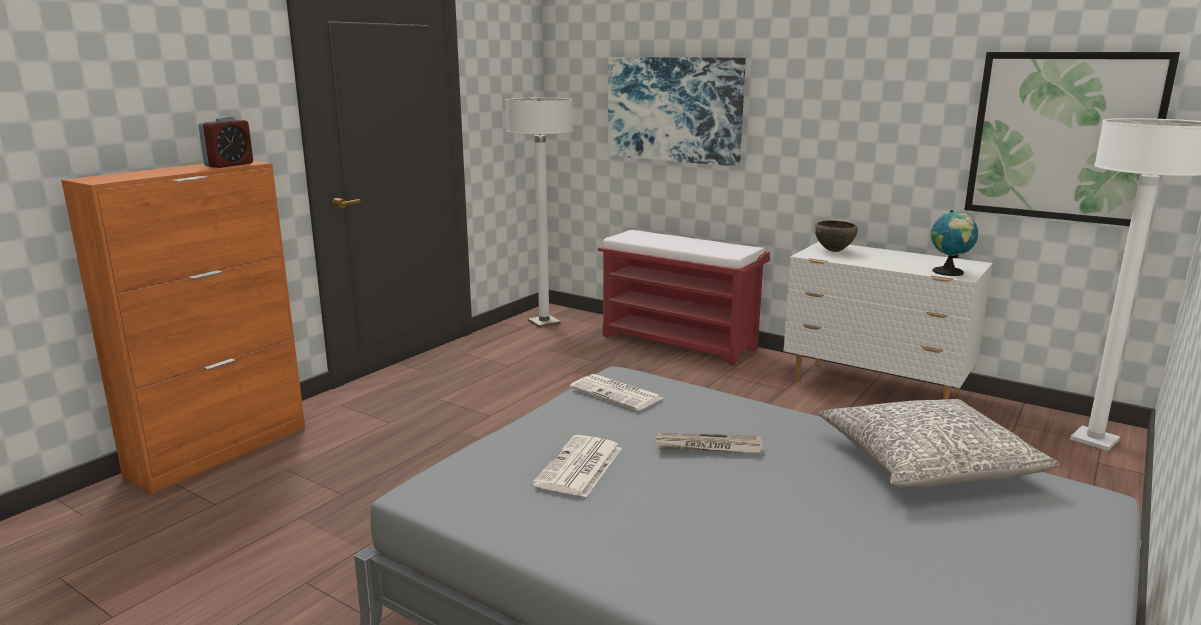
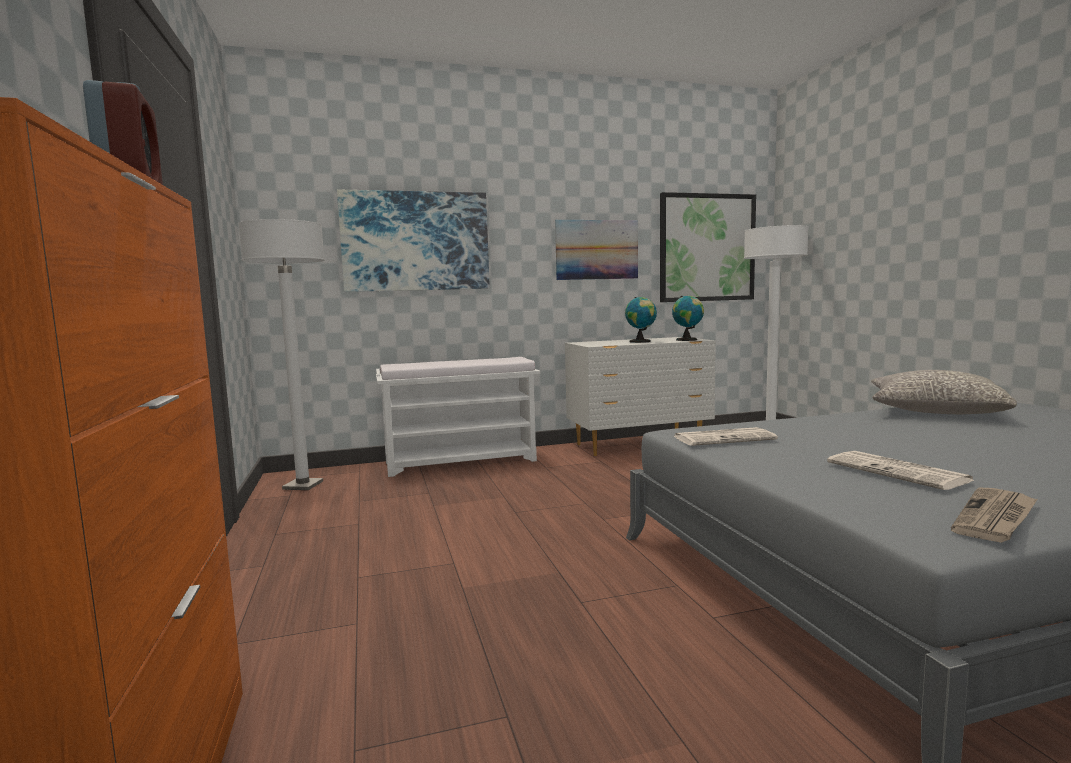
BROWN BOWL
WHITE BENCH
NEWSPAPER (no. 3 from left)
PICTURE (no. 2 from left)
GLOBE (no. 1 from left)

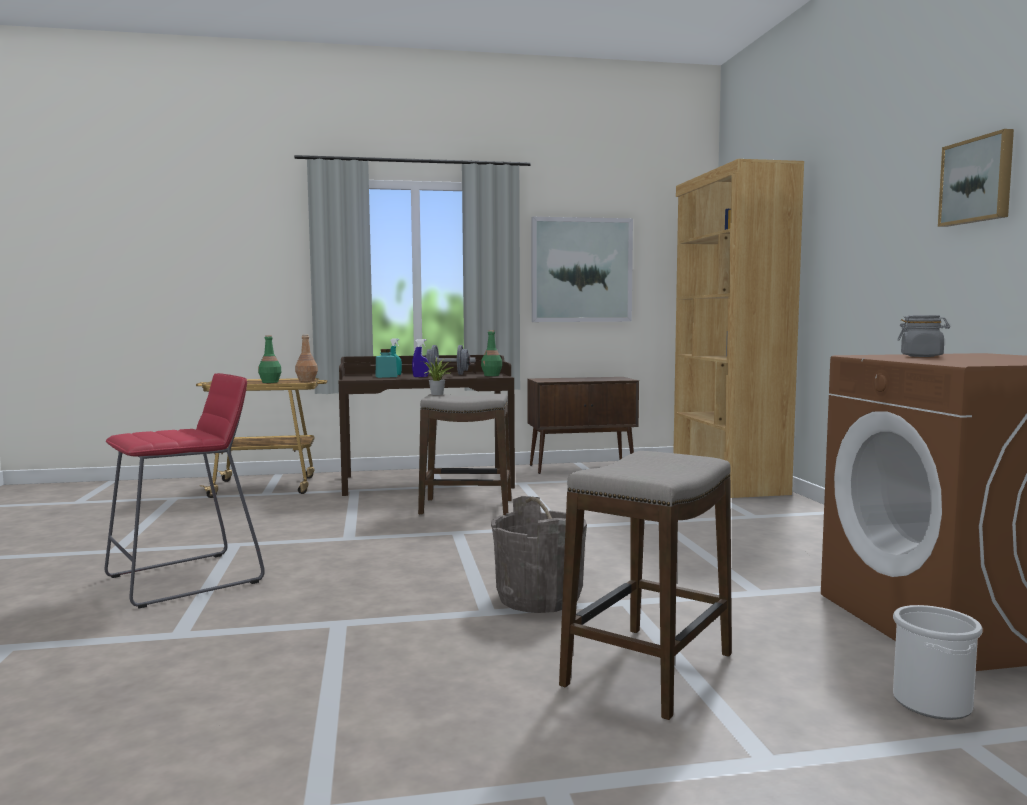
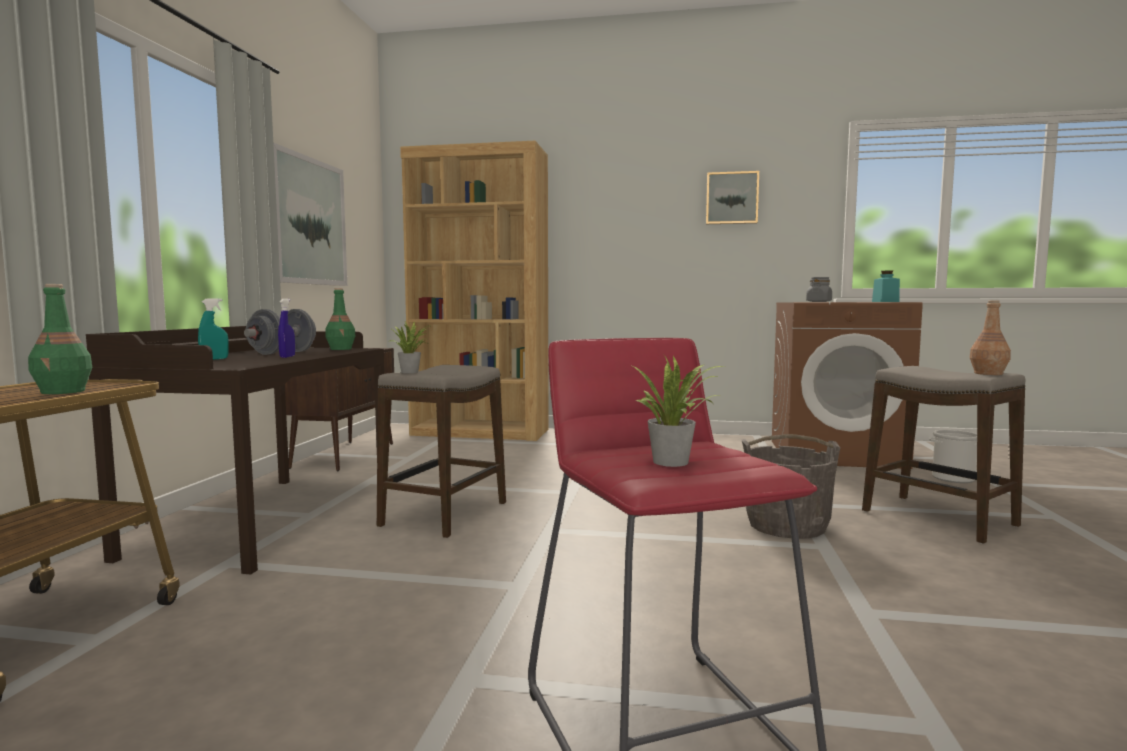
BROWN BOTTLE
TURQUOISE JAR
POTTED PLANT (no. 2 from left)

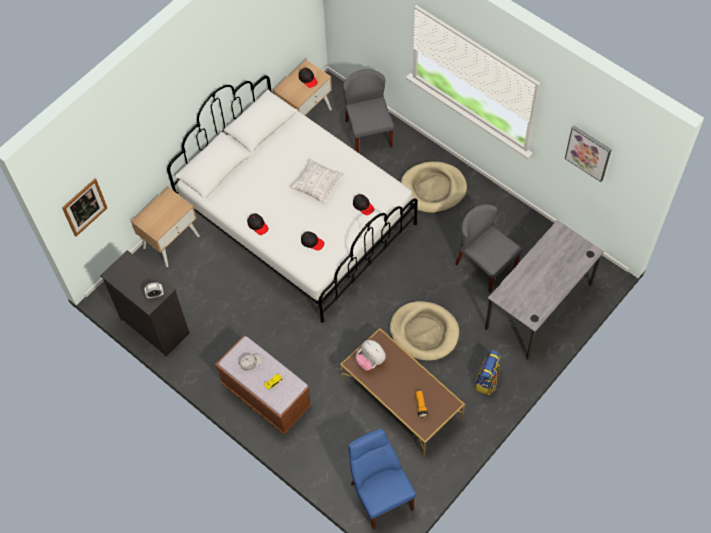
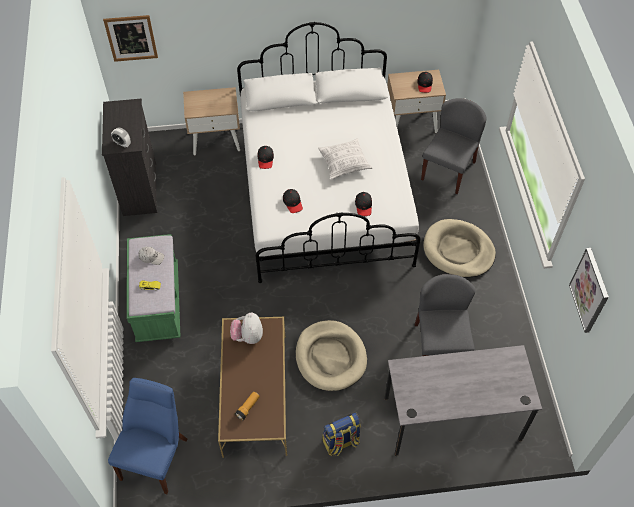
GREEN BENCH

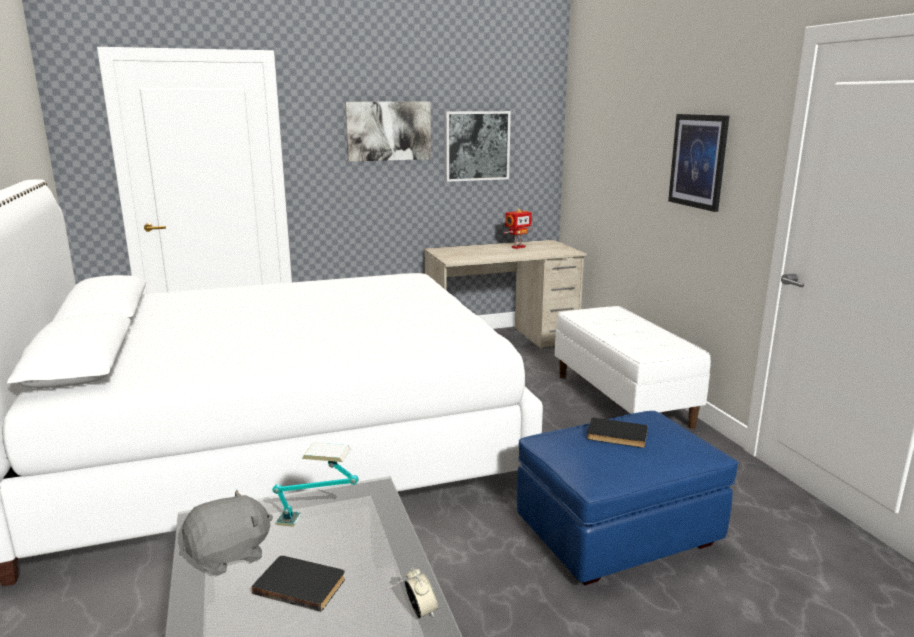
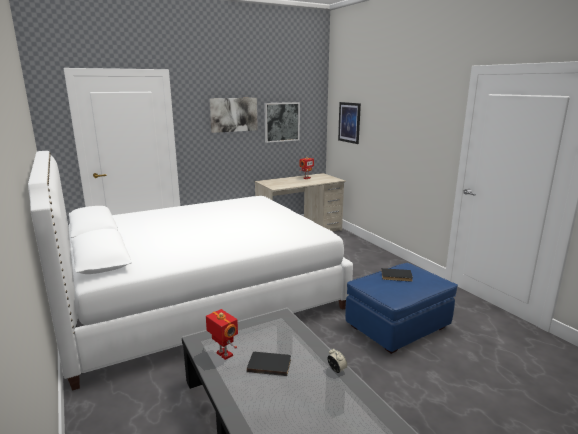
PICTURE (no. 3 from left)
WHITE BENCH
TABLE LAMP
TOY ROBOT (no. 1 from left)

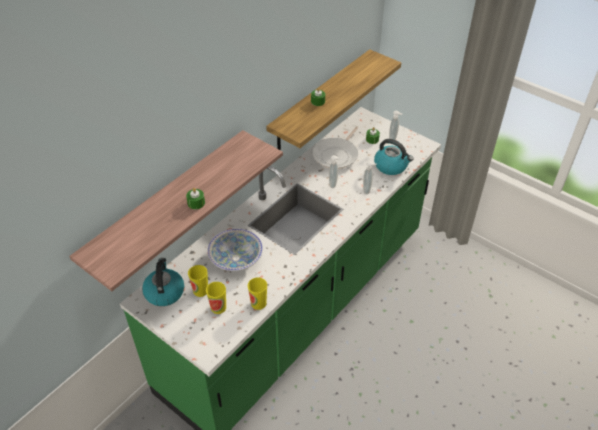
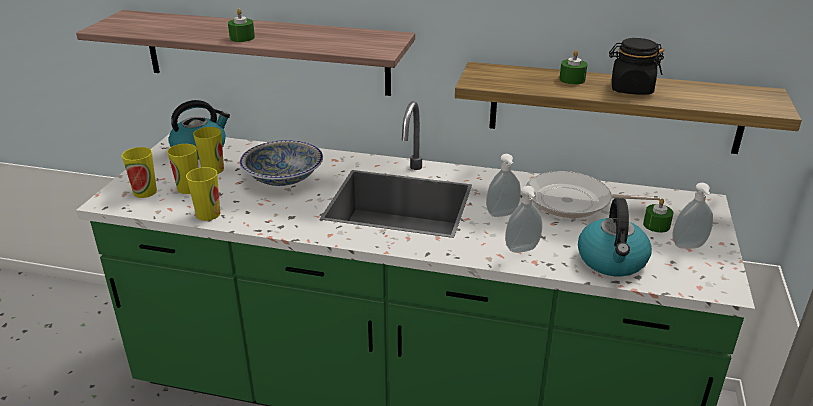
BLACK JAR
CUP (no. 1 from left)

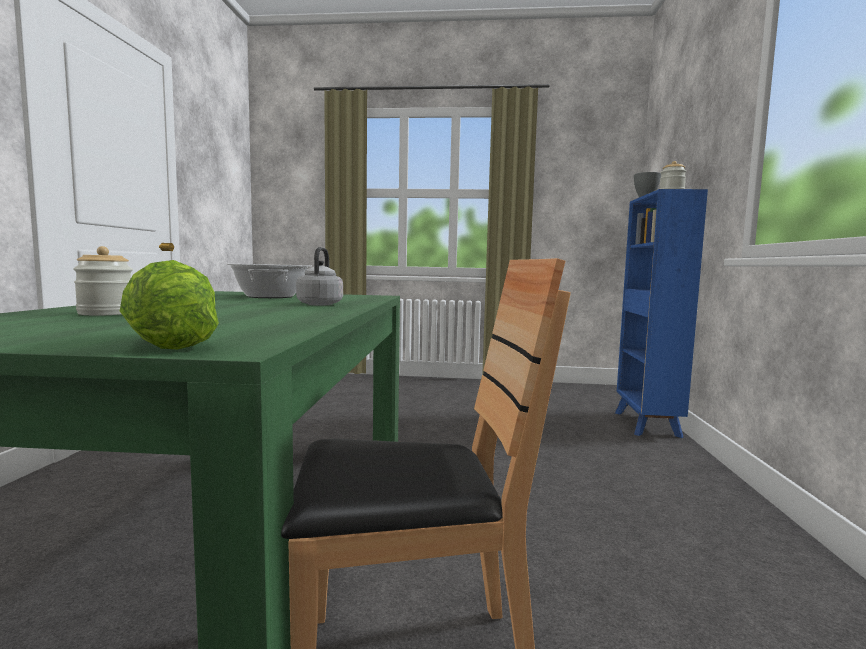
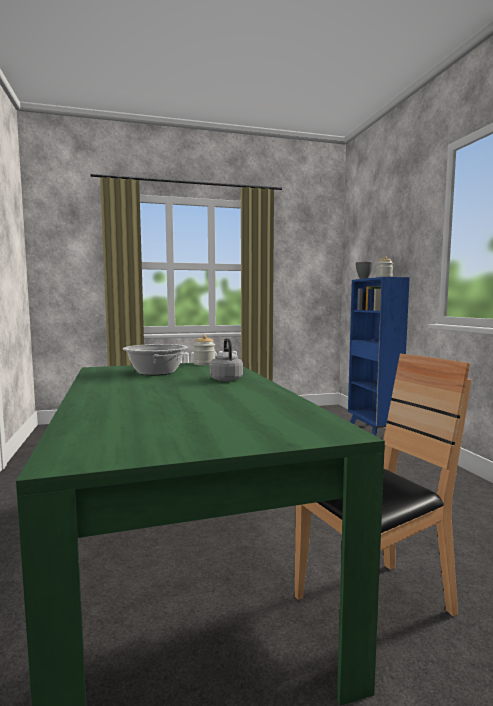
JAR (no. 1 from left)
LETTUCE

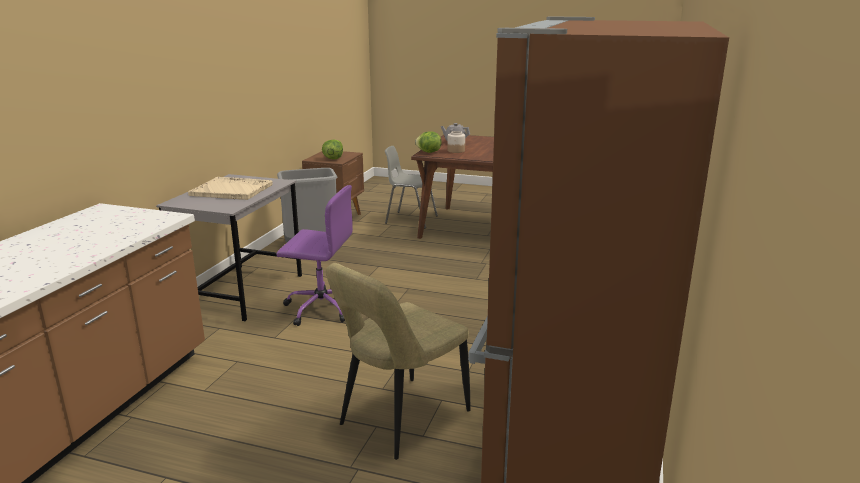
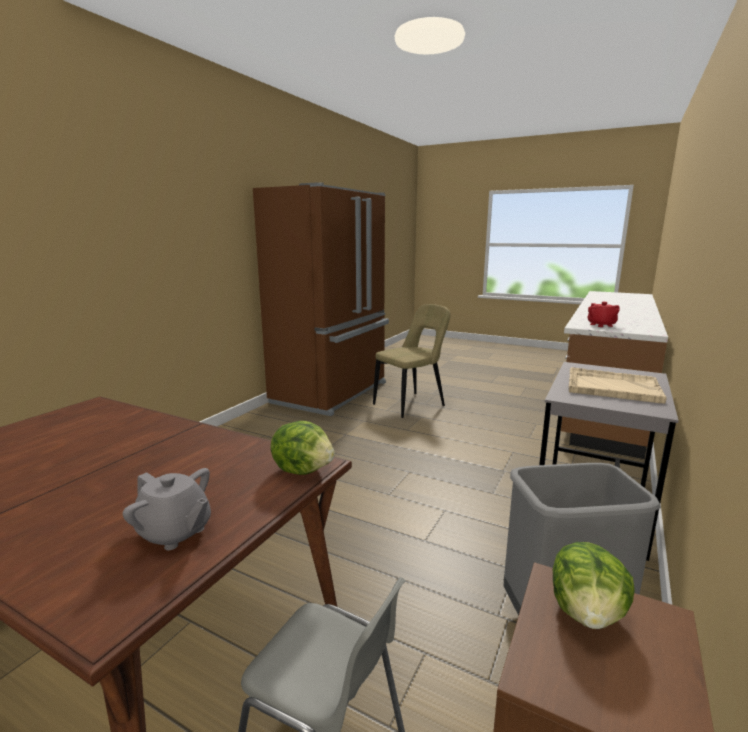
JAR
PURPLE OFFICE CHAIR
RED TEAPOT

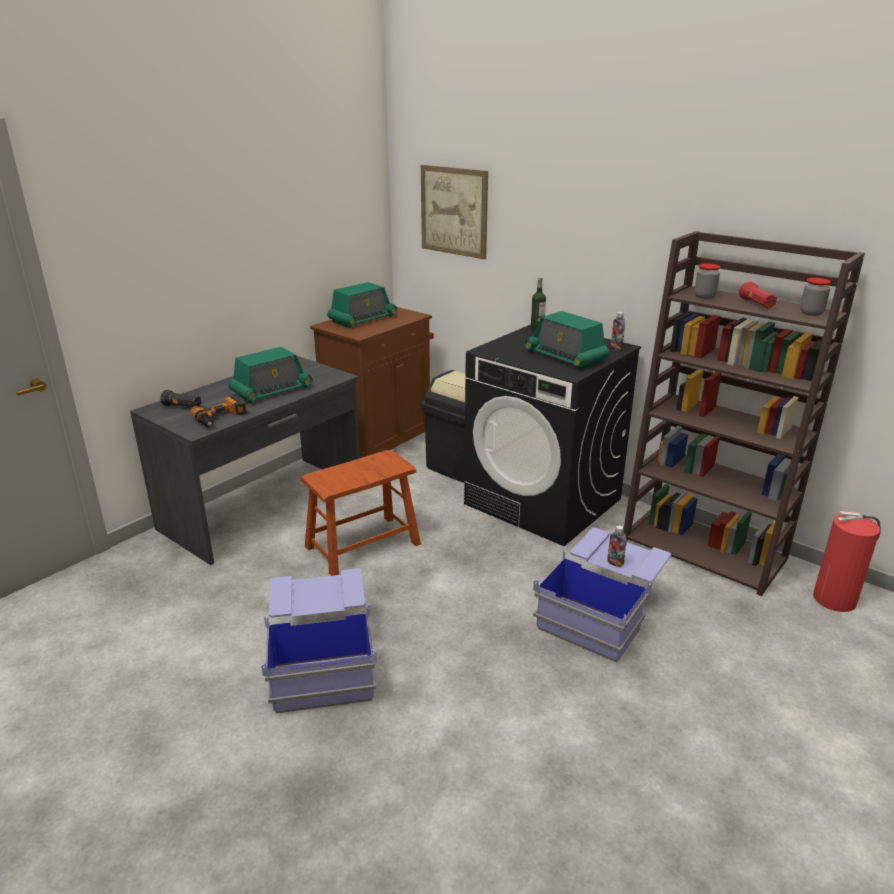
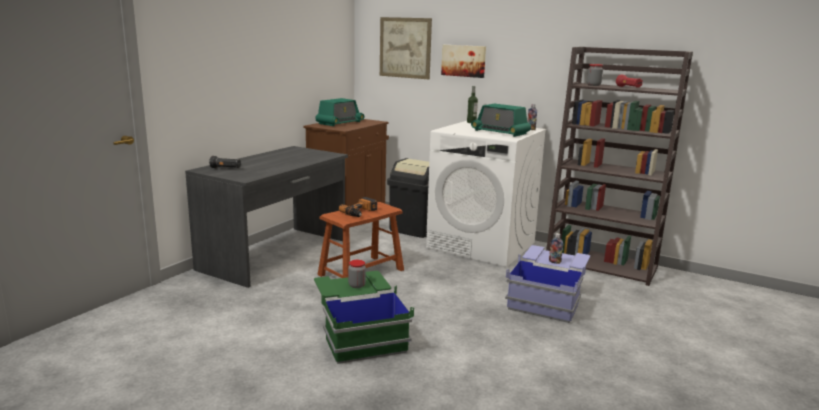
JAR (no. 1 from left)
WHITE WASHING MACHINE
RADIO (no. 1 from left in the first image)
POWER DRILL
FIRE EXTINGUISHER
GREEN STORAGE BOX
PICTURE (no. 2 from left)

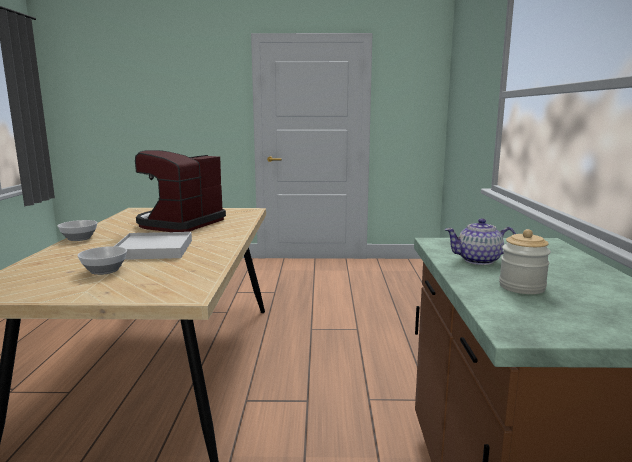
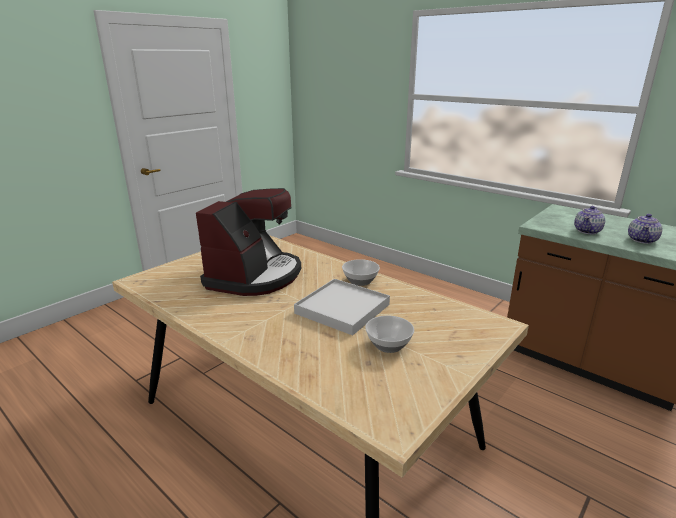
COFFEE MACHINE
BOWL (no. 1 from left)
TEAPOT (no. 2 from left)

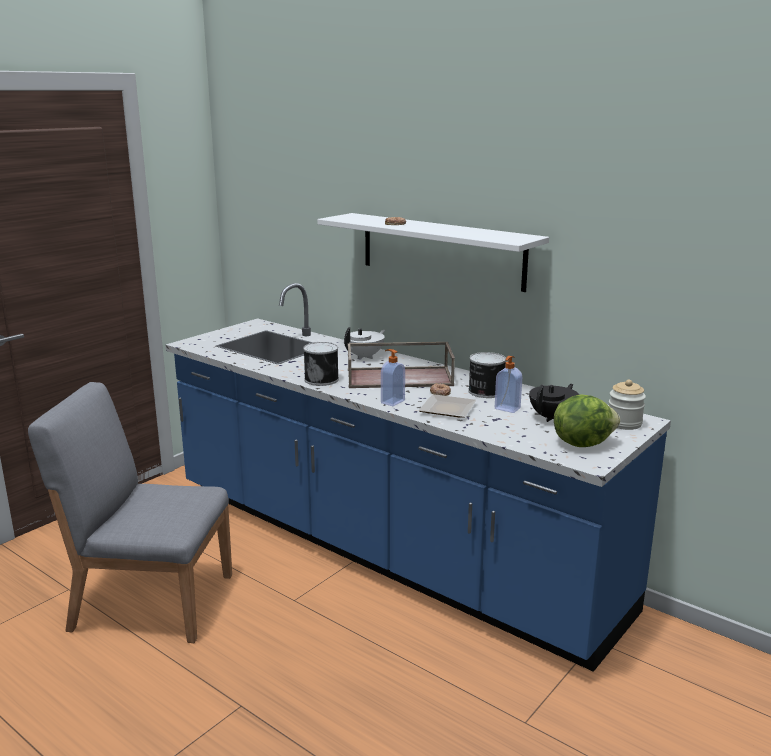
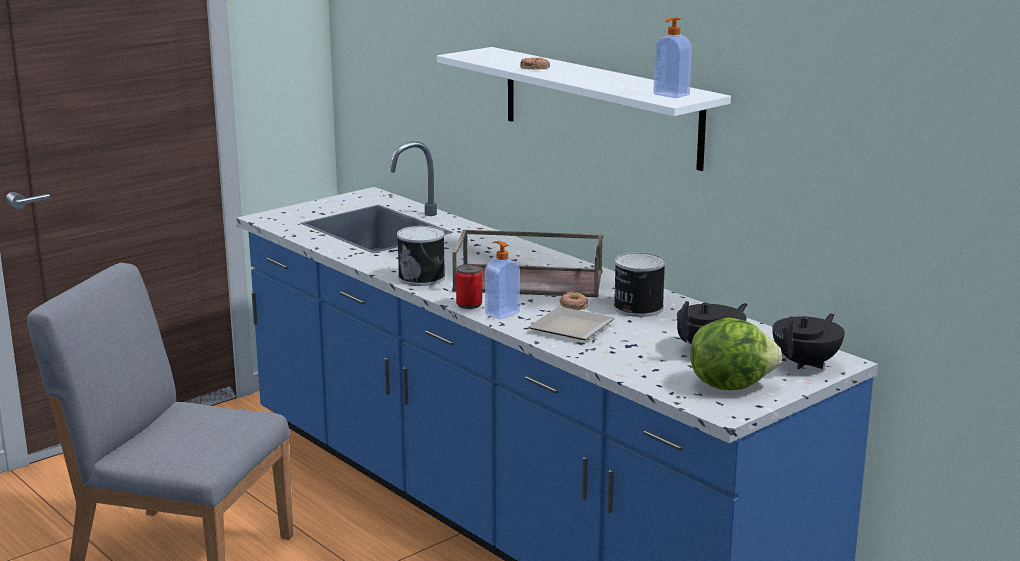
WHITE TEAPOT
SOAP DISPENSER (no. 2 from left)
BLACK TEAPOT (no. 2 from left)
CAN (no. 2 from left)

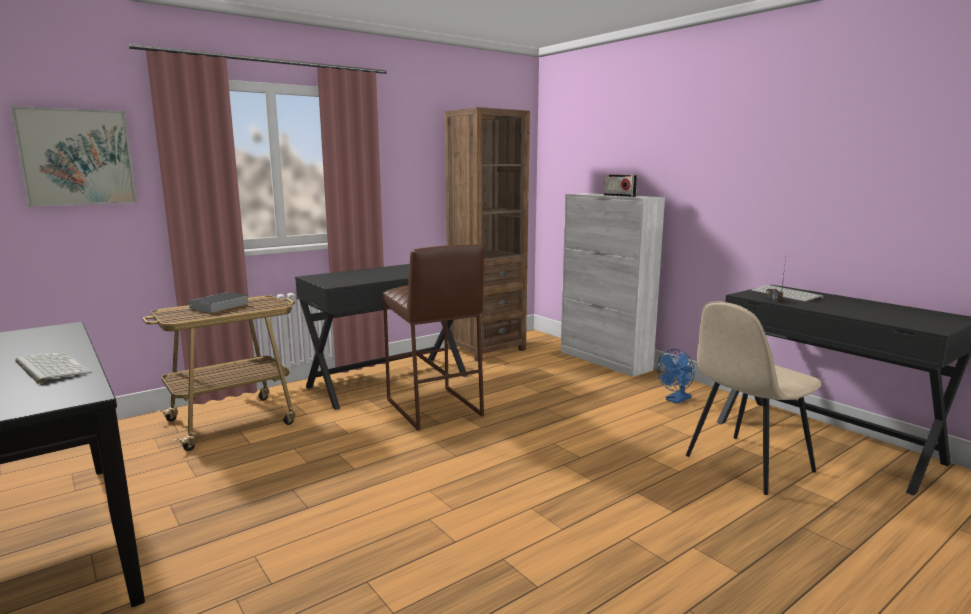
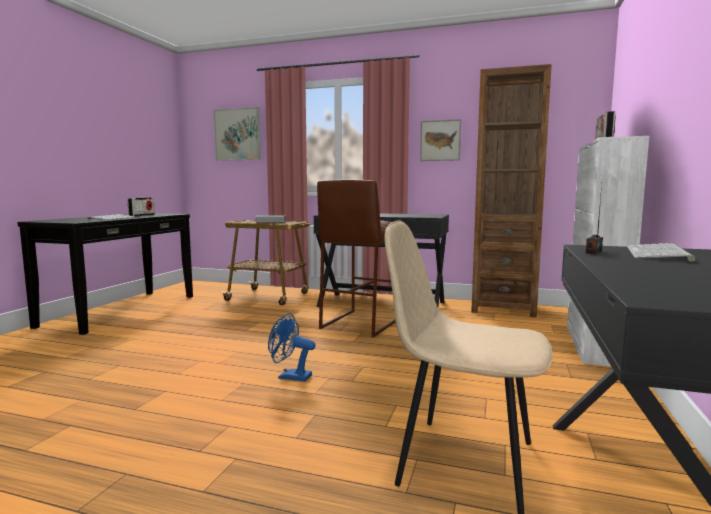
BLUE FAN
PICTURE (no. 2 from left)
RADIO (no. 1 from left)

